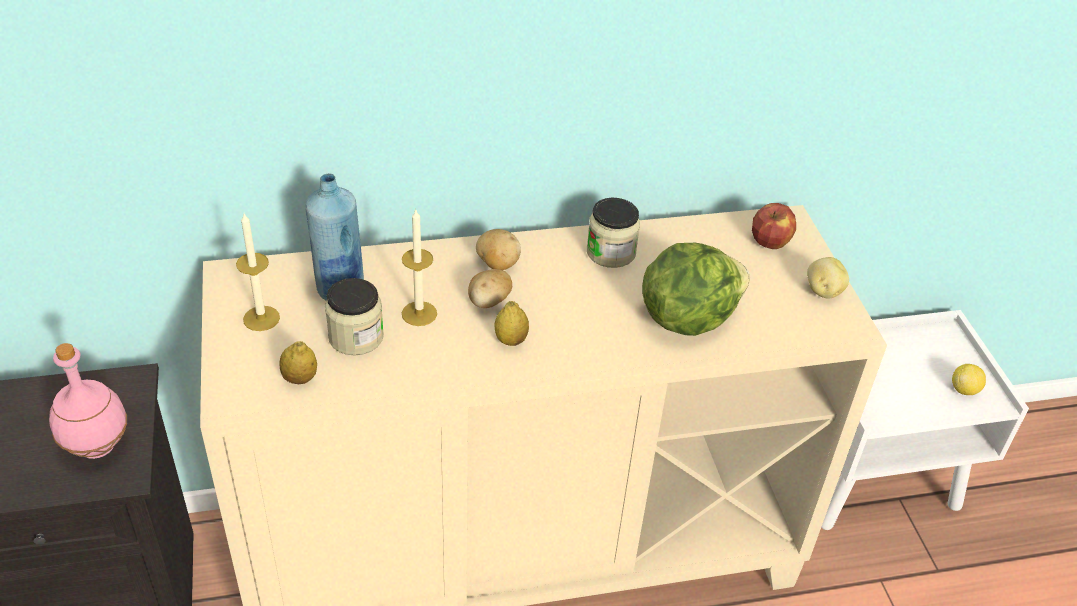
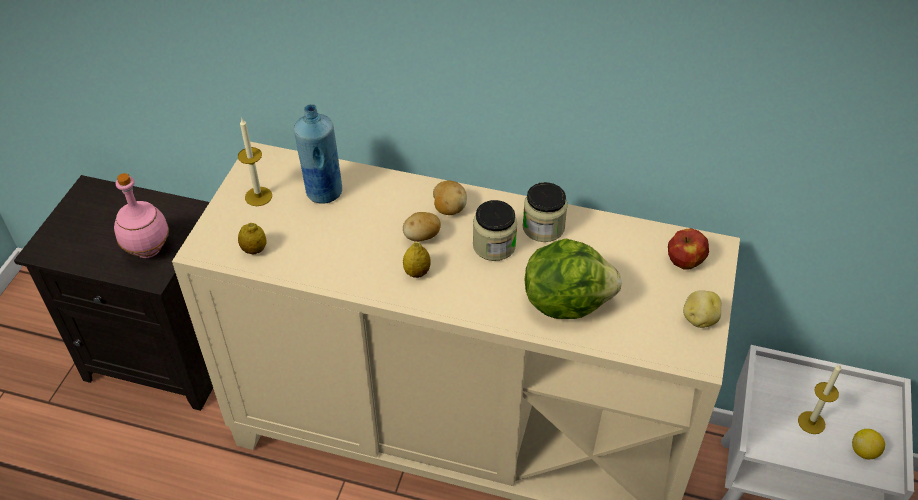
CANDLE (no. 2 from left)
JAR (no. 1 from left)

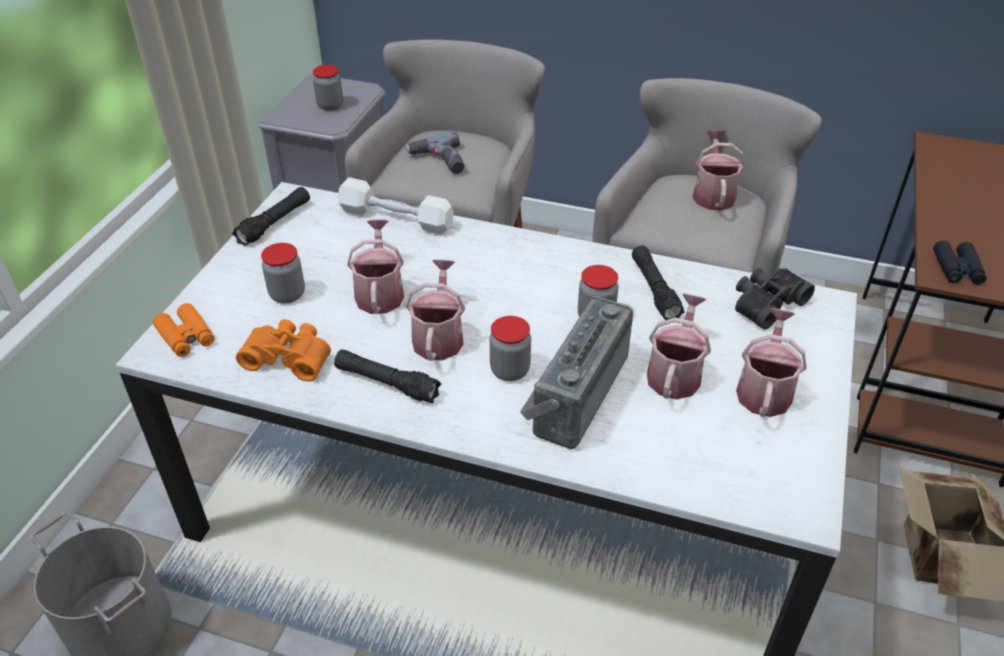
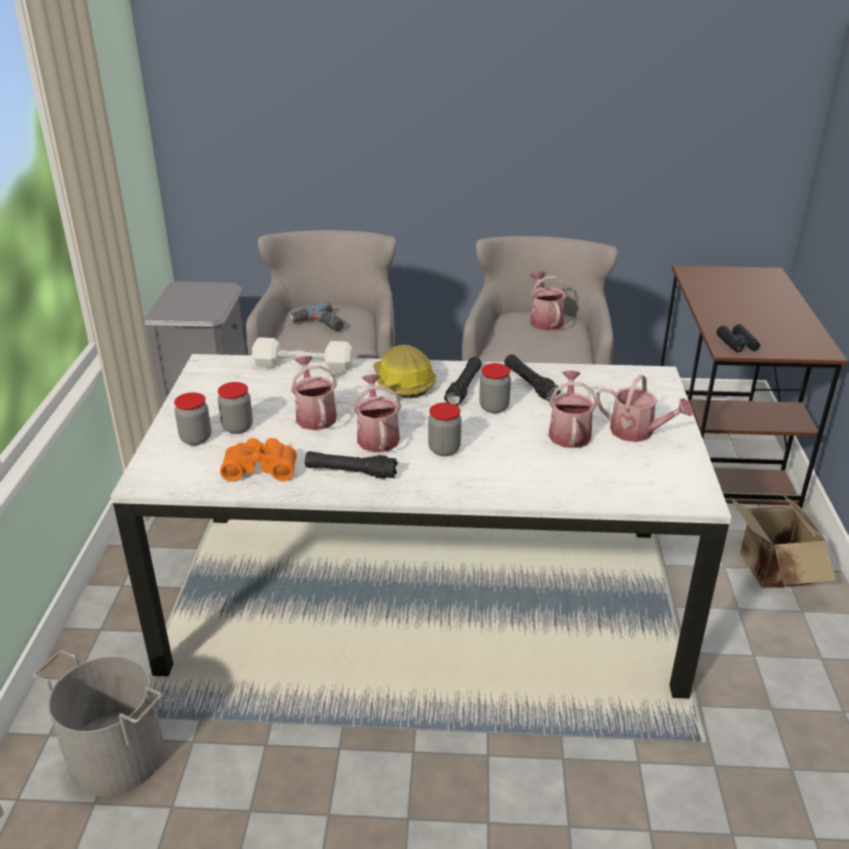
JAR (no. 1 from left)
BLACK FLASHLIGHT (no. 2 from left)
BLACK BINOCULARS (no. 1 from left in the first image)
RADIO
ORANGE BINOCULARS (no. 1 from left in the first image)
WATERING CAN (no. 5 from left)
HARD HAT

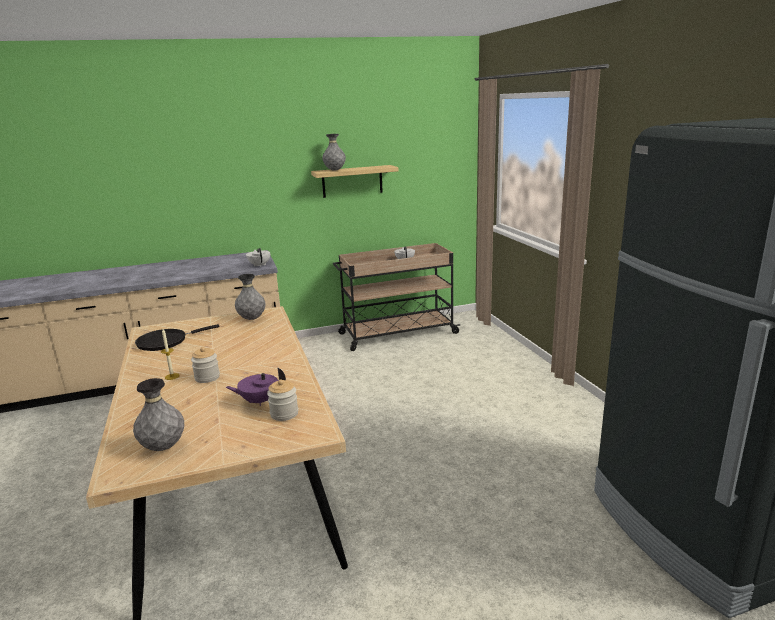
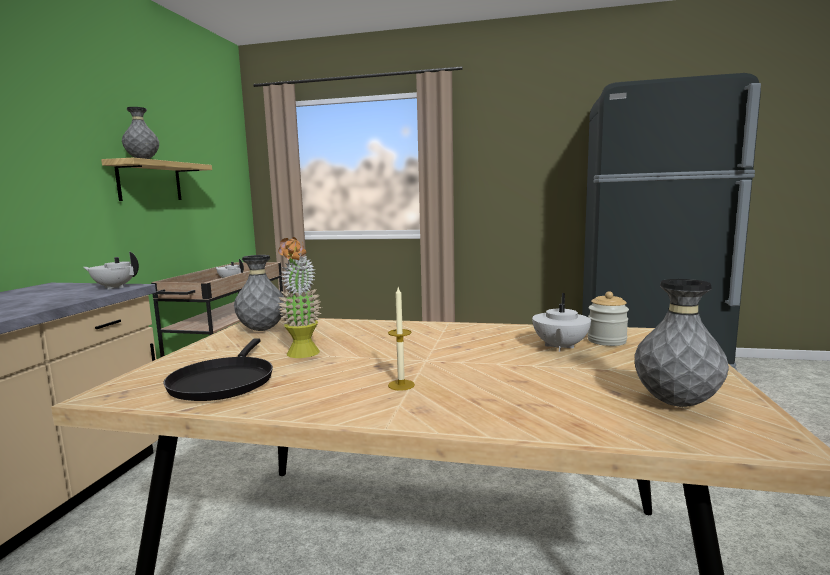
JAR (no. 1 from left in the first image)
WHITE TEAPOT (no. 3 from left)
POTTED PLANT

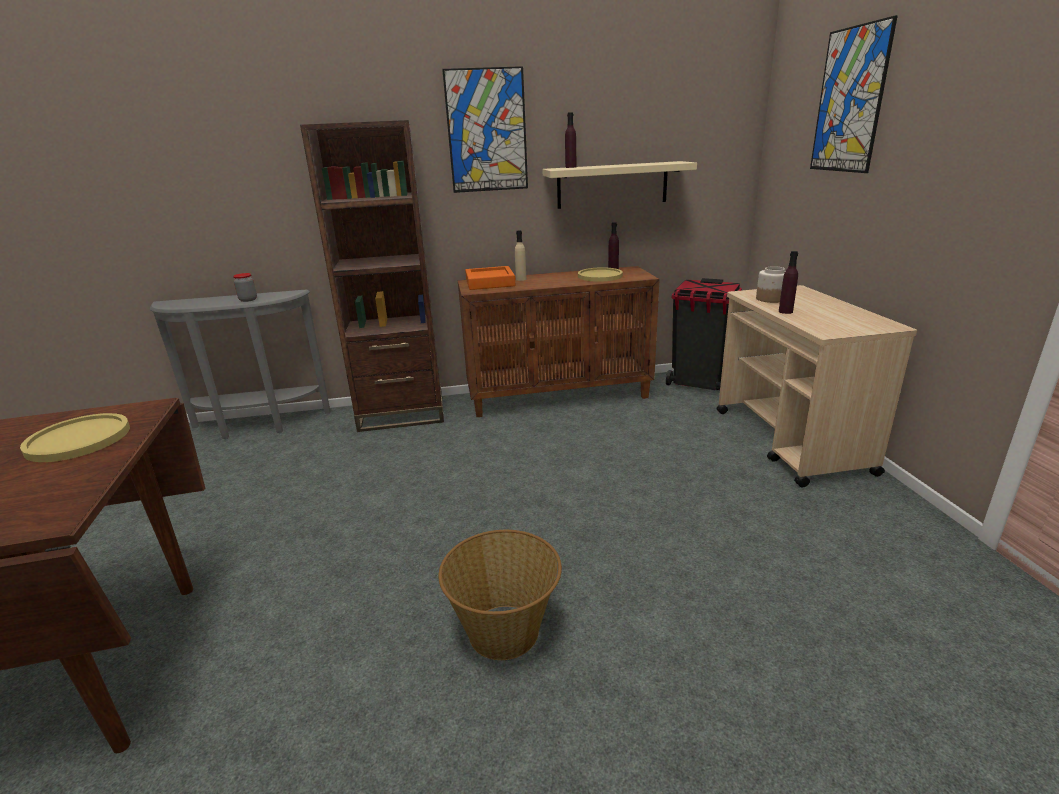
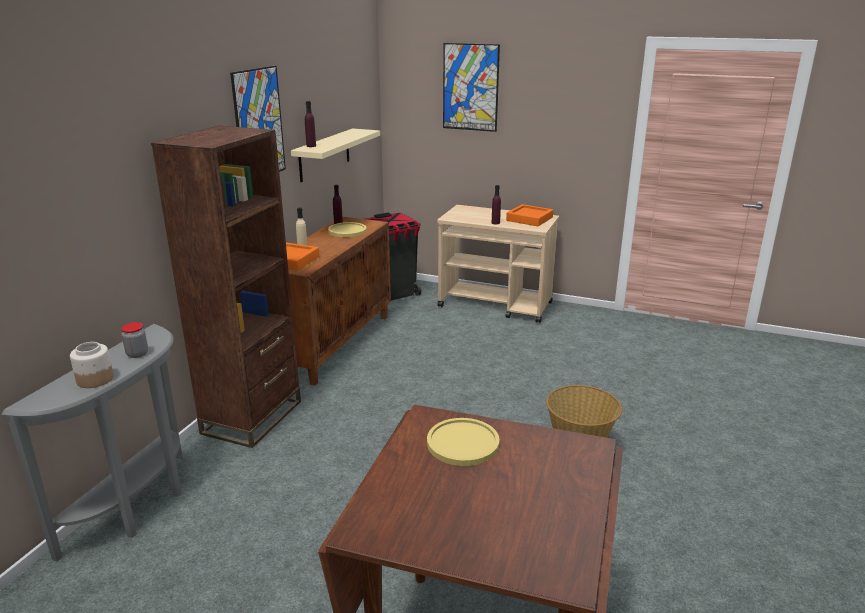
JAR (no. 1 from left)
ORANGE TRAY (no. 2 from left)

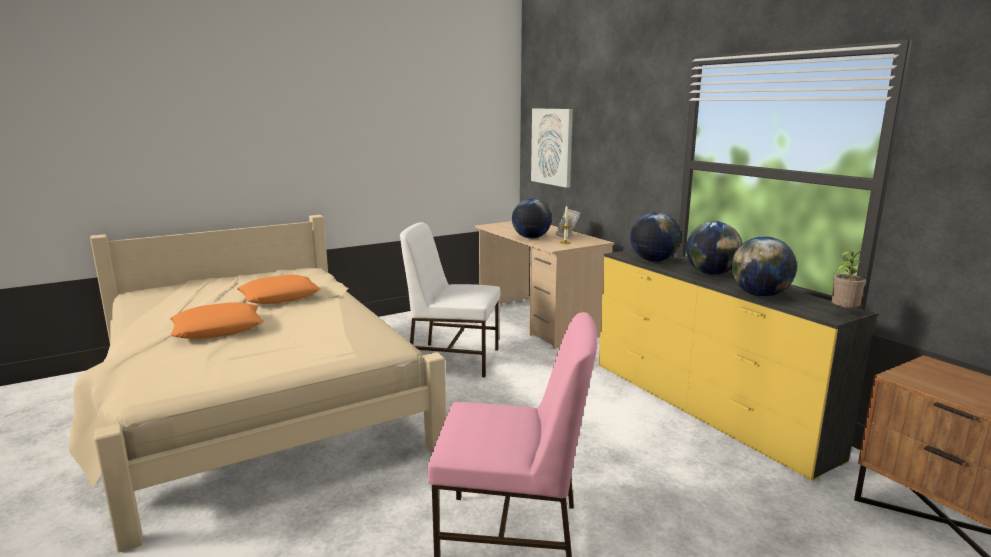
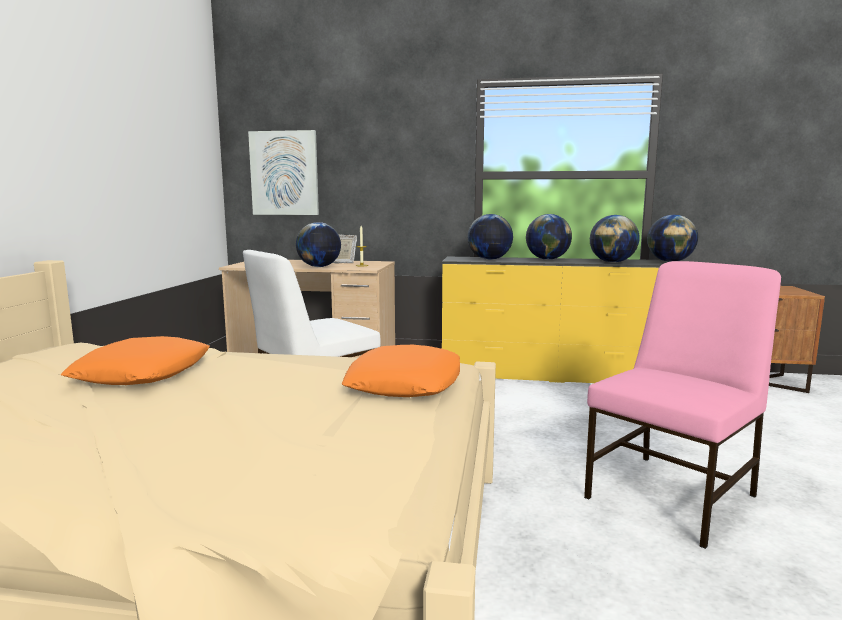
GLOBE (no. 5 from left)
ORANGE PILLOW (no. 2 from left)

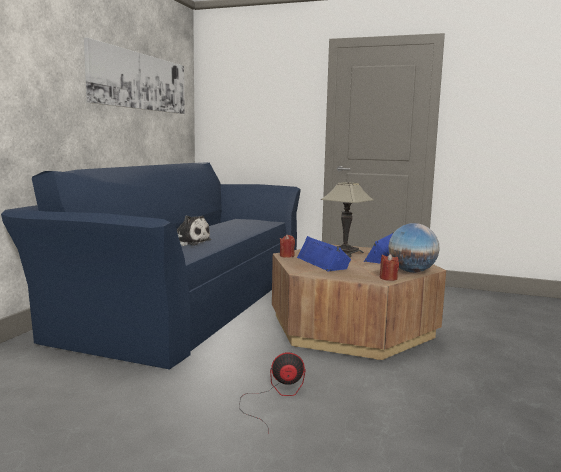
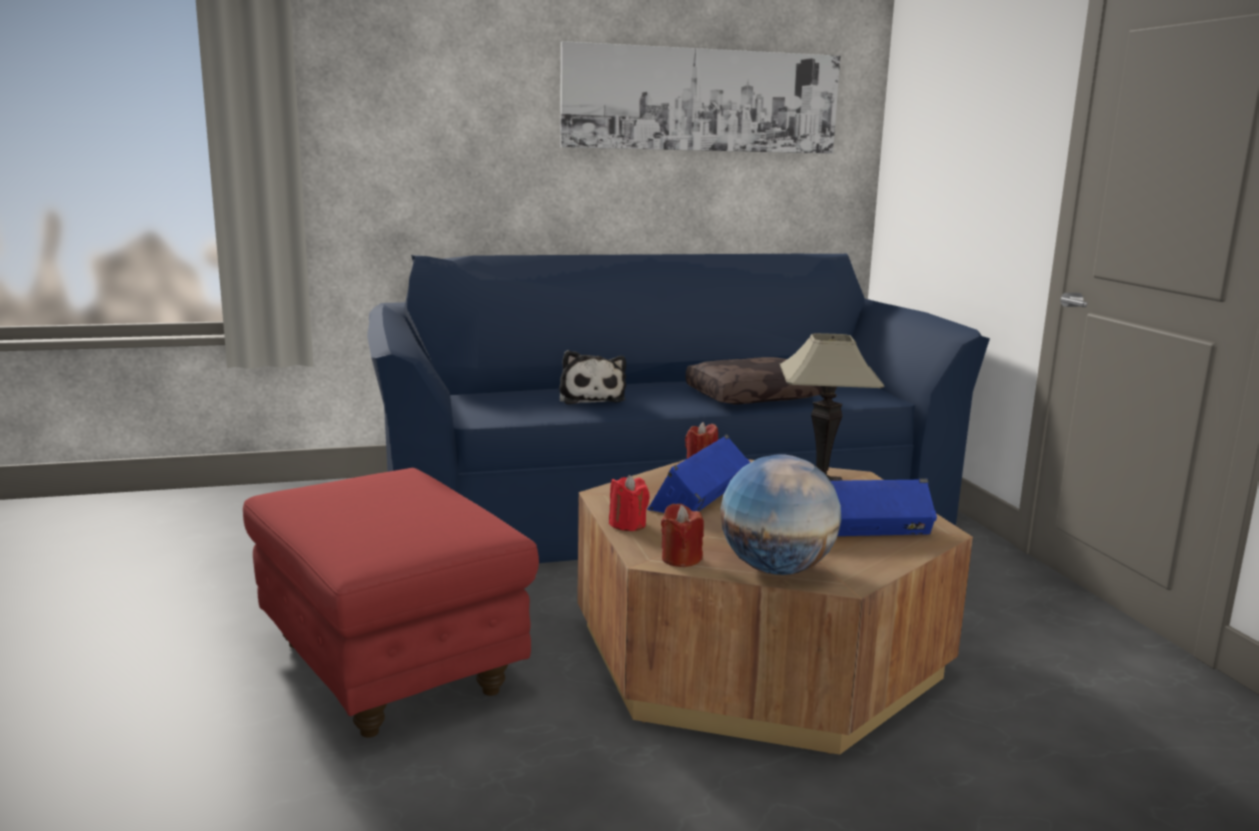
RED OTTOMAN
BROWN PILLOW
RED CANDLE (no. 1 from left)

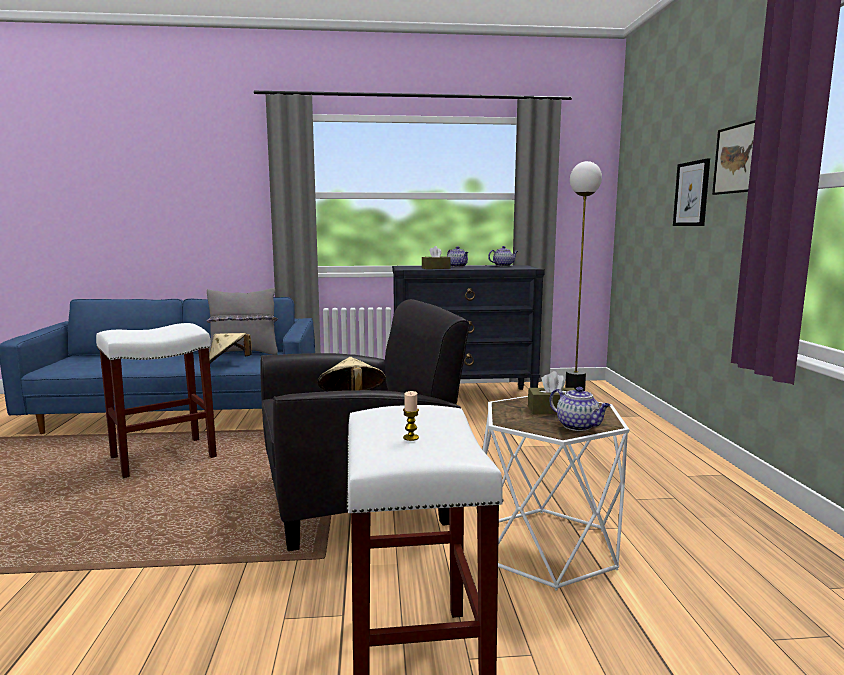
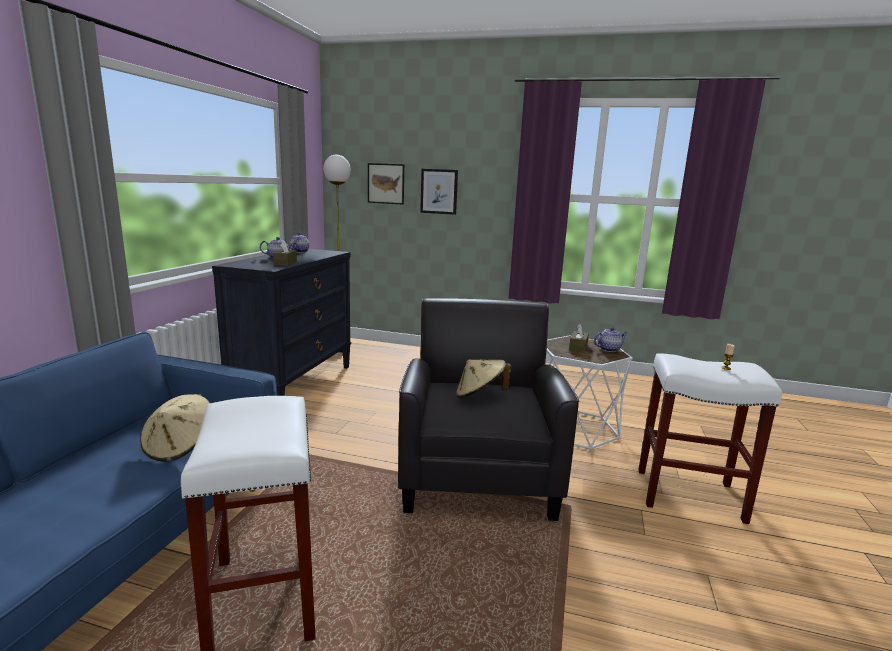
PICTURE (no. 1 from left)
GREY PILLOW

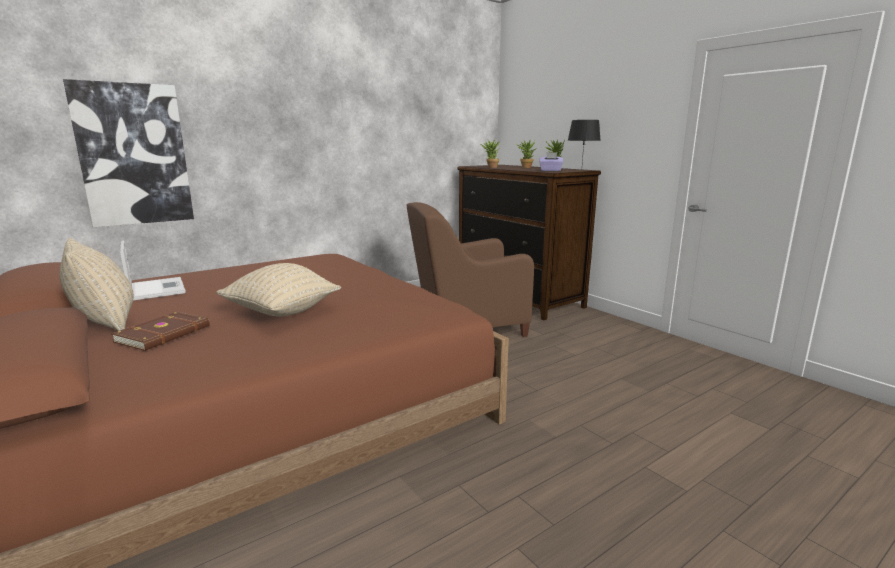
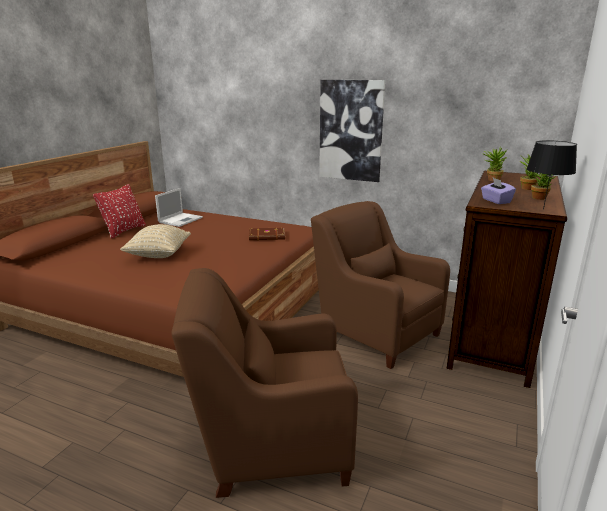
PICTURE
RED PILLOW
BROWN BOOK
BROWN ARMCHAIR (no. 1 from left)

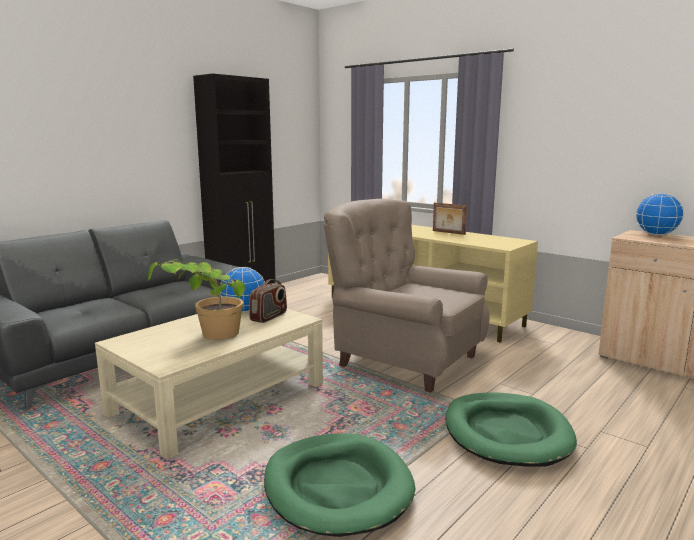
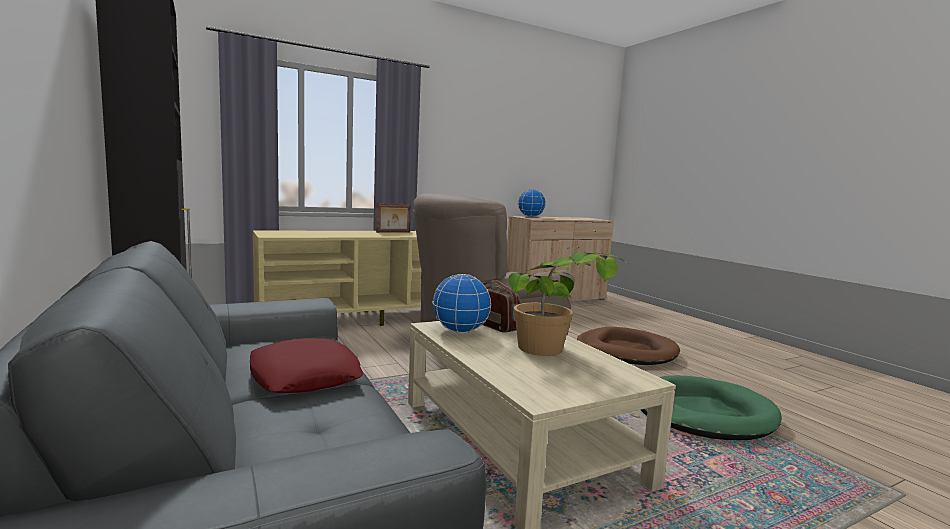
BROWN DOG BED
RED PILLOW

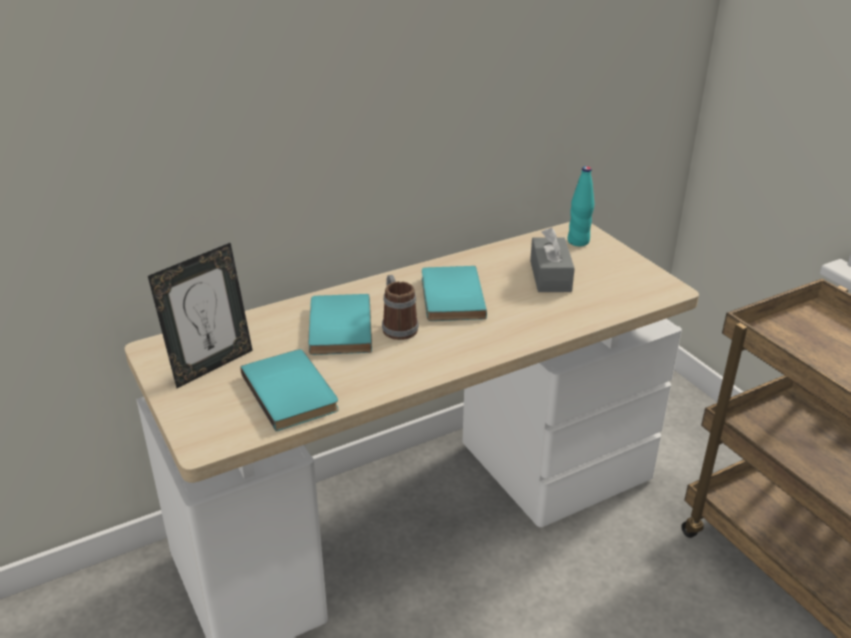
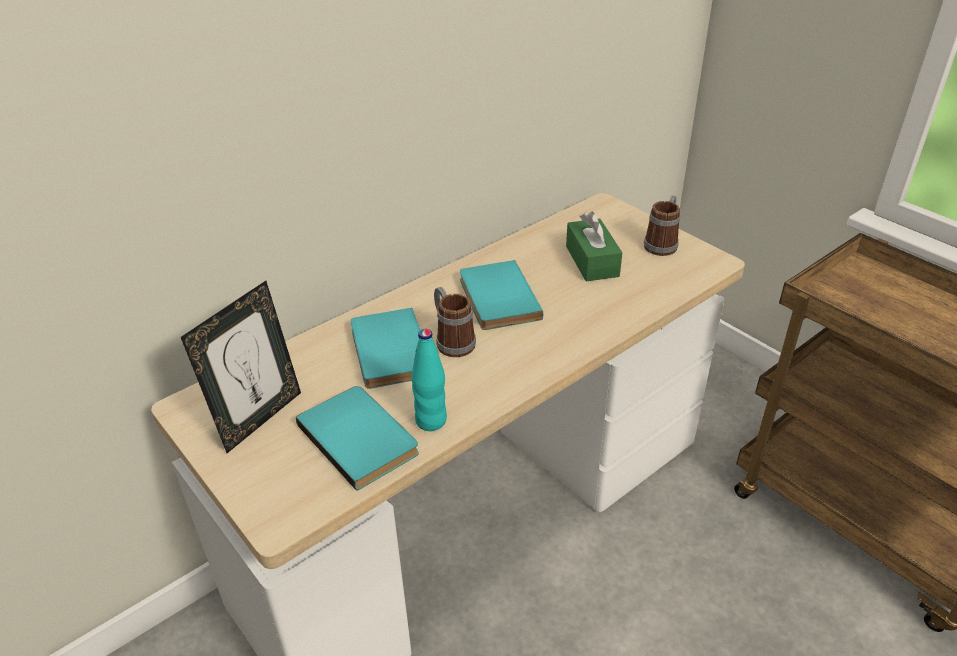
TURQUOISE BOTTLE
GREEN TISSUE BOX
MUG (no. 2 from left)

